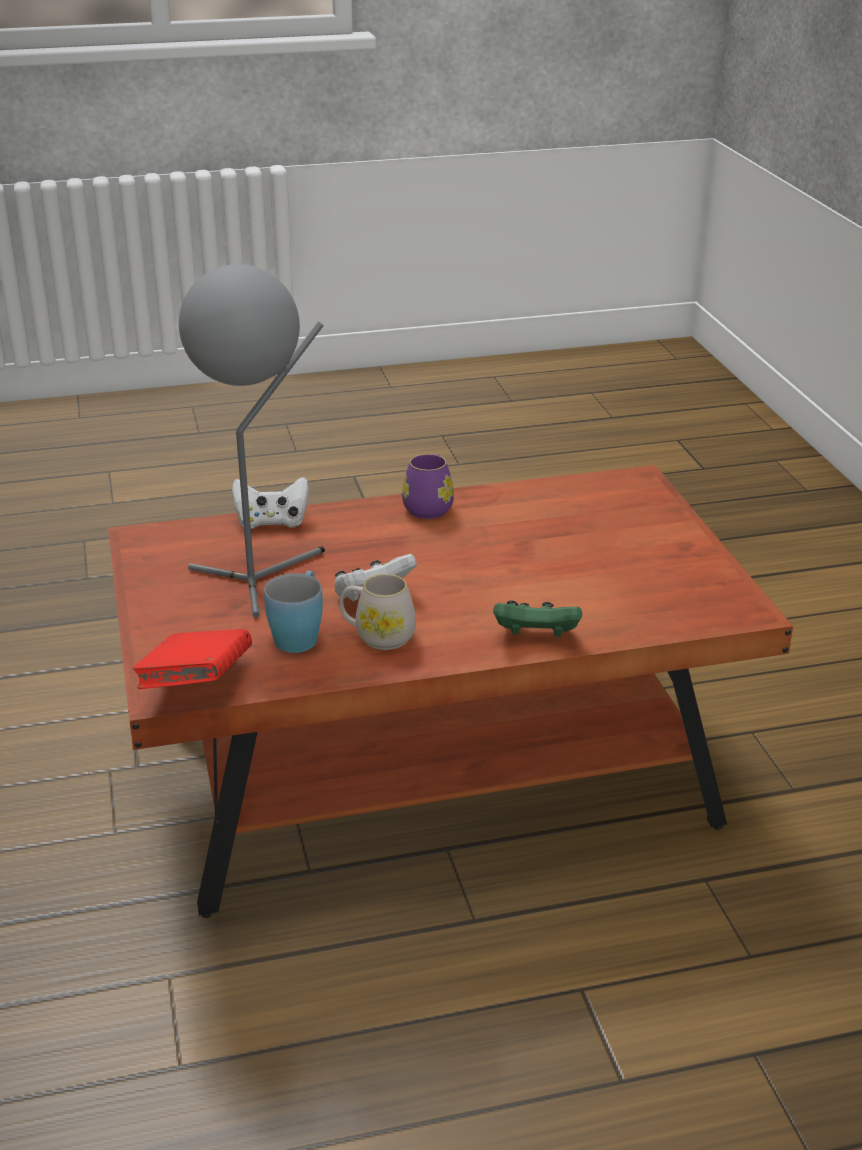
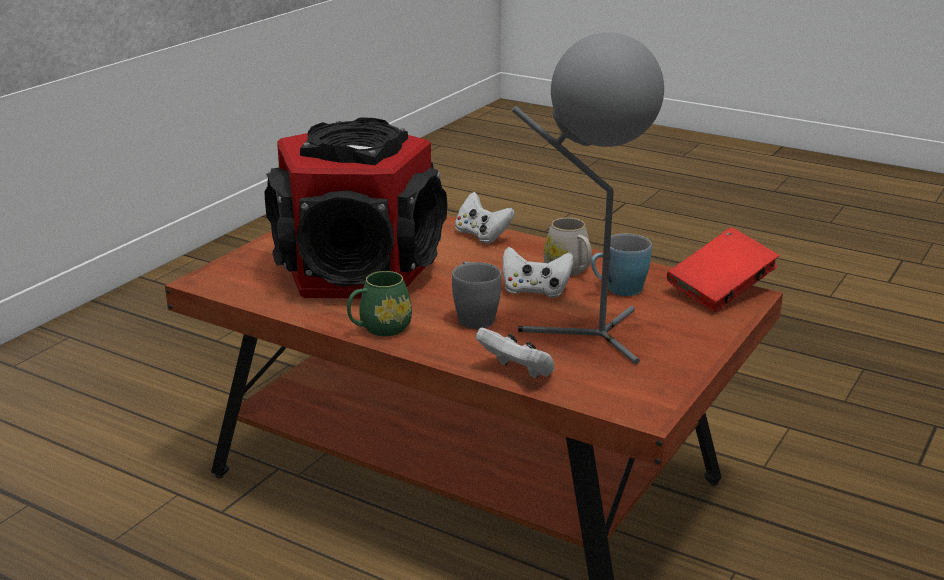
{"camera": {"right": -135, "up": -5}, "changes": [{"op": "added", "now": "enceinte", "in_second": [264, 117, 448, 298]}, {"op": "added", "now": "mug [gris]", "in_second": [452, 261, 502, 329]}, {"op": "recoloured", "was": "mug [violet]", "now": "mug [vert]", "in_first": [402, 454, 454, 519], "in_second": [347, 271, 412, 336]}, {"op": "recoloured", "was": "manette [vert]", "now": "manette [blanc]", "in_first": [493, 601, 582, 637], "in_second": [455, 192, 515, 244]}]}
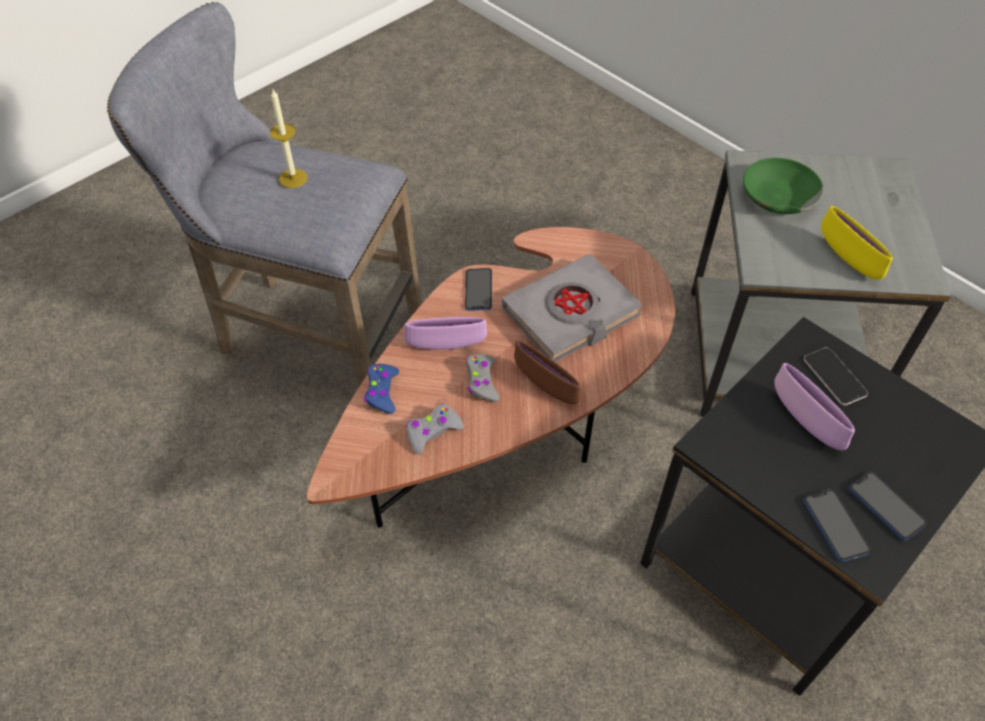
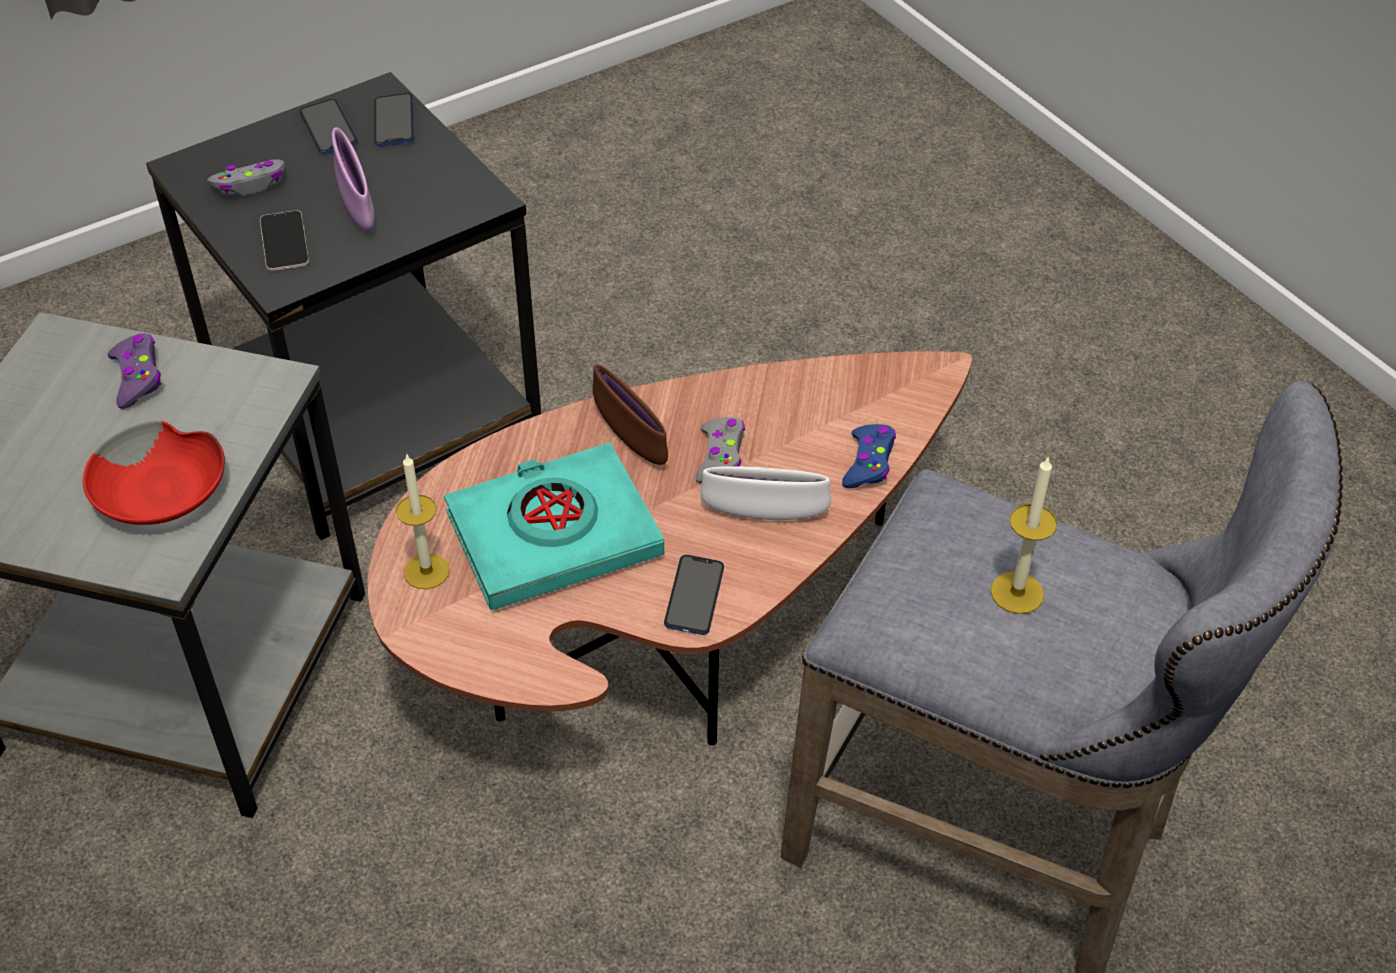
{"camera": {"right": -170, "up": -5}, "changes": [{"op": "added", "now": "bougie", "in_second": [396, 453, 450, 589]}, {"op": "moved", "was": "manette [gris]", "in_first": [406, 404, 464, 454], "in_second": [207, 159, 285, 195]}, {"op": "replaced", "was": "bol [jaune]", "now": "manette [violet]", "in_first": [821, 206, 893, 280], "in_second": [108, 333, 161, 409]}, {"op": "recoloured", "was": "bol [violet]", "now": "bol [blanc]", "in_first": [404, 317, 487, 350], "in_second": [701, 466, 831, 520]}, {"op": "recoloured", "was": "livre [gris]", "now": "livre [turquoise]", "in_first": [502, 254, 642, 362], "in_second": [444, 442, 664, 610]}, {"op": "recoloured", "was": "bol [vert]", "now": "bol [rouge]", "in_first": [743, 158, 824, 214], "in_second": [83, 420, 225, 525]}]}
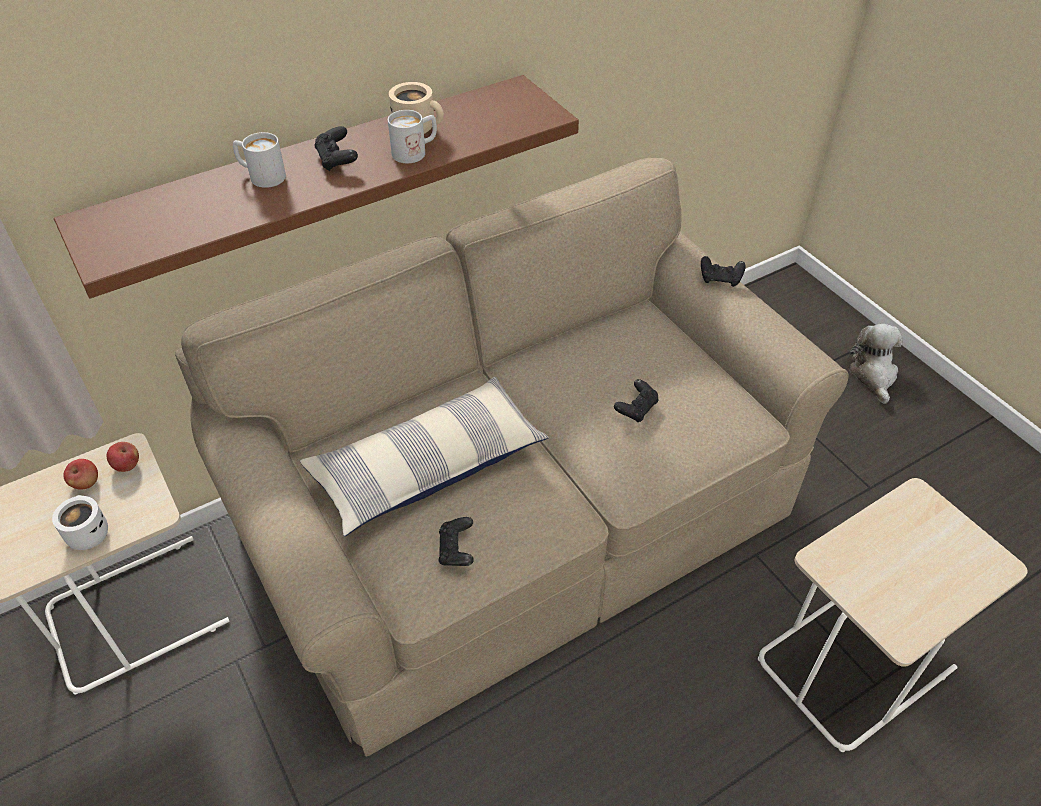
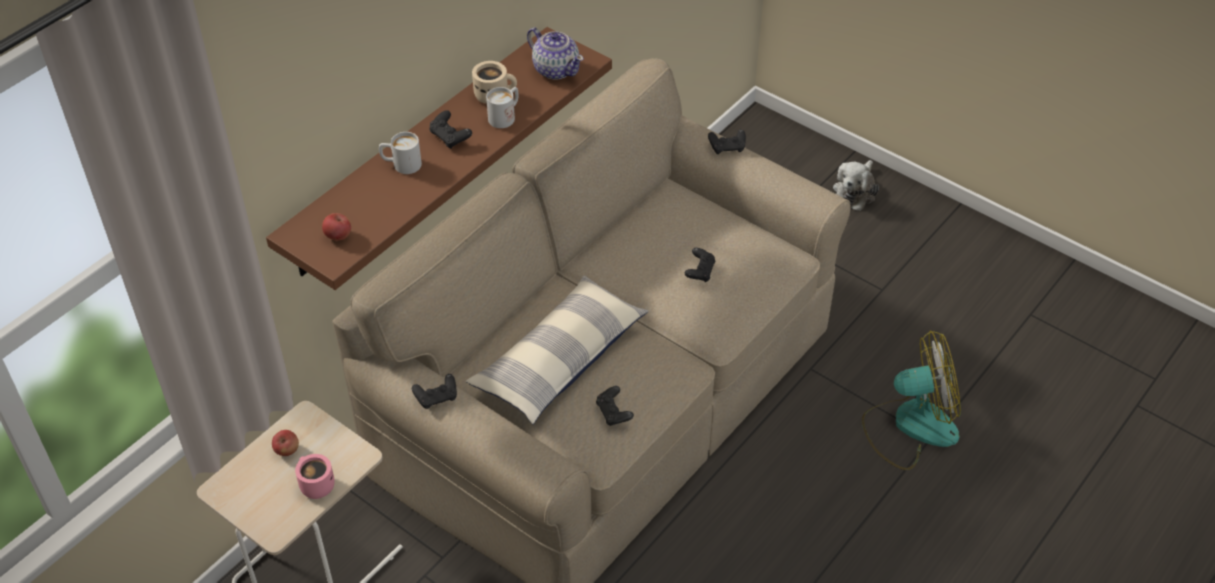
{"camera": {"right": -20, "up": 0}, "changes": [{"op": "added", "now": "manette [noir]", "in_second": [412, 374, 457, 409]}, {"op": "added", "now": "théière", "in_second": [527, 28, 584, 79]}, {"op": "moved", "was": "pomme", "in_first": [107, 442, 139, 472], "in_second": [322, 213, 351, 241]}, {"op": "replaced", "was": "table d'appoint [beige]", "now": "ventilateur", "in_first": [758, 478, 1028, 752], "in_second": [862, 331, 961, 470]}, {"op": "recoloured", "was": "mug [blanc]", "now": "mug [rose]", "in_first": [52, 495, 108, 550], "in_second": [295, 454, 335, 499]}, {"op": "turned", "was": "peluche", "in_first": [850, 324, 903, 404], "in_second": [833, 160, 879, 211], "clockwise": -135}]}
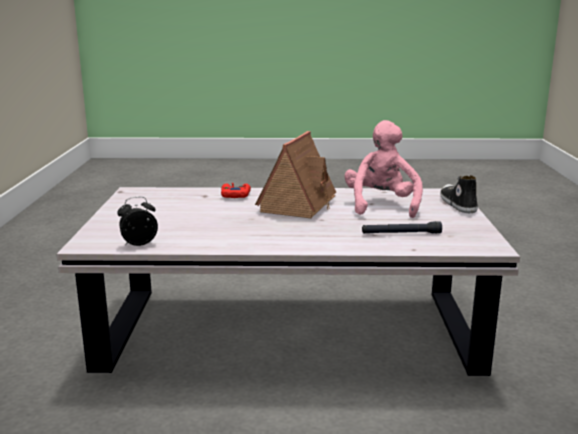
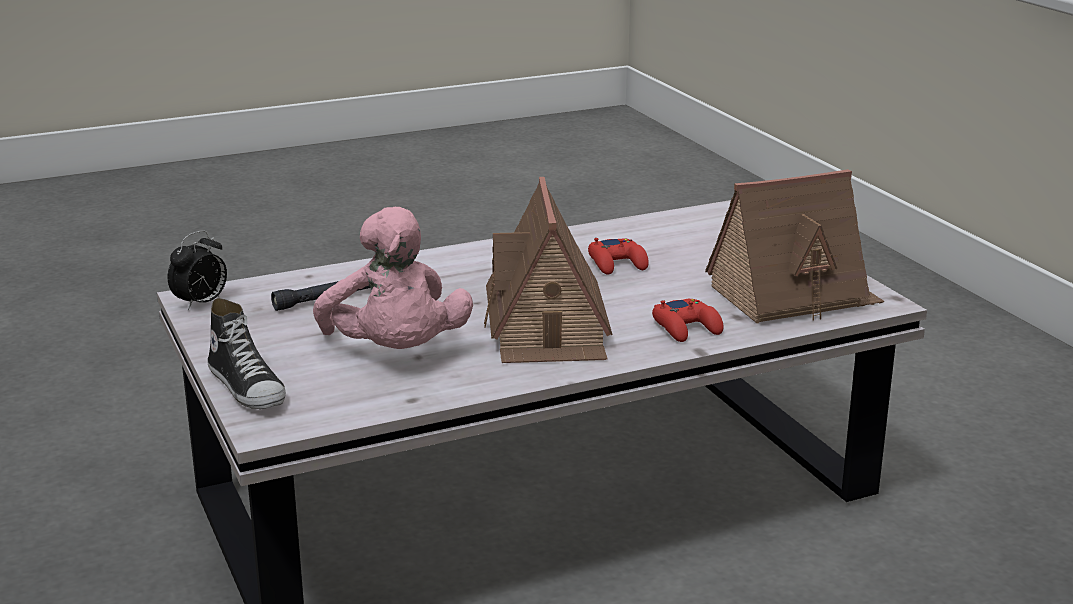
{"camera": {"right": 155, "up": 5}, "changes": [{"op": "added", "now": "manette [rouge]", "in_second": [588, 238, 649, 275]}, {"op": "added", "now": "maison miniature", "in_second": [705, 169, 884, 323]}, {"op": "moved", "was": "réveil", "in_first": [117, 197, 158, 246], "in_second": [167, 230, 227, 311]}]}
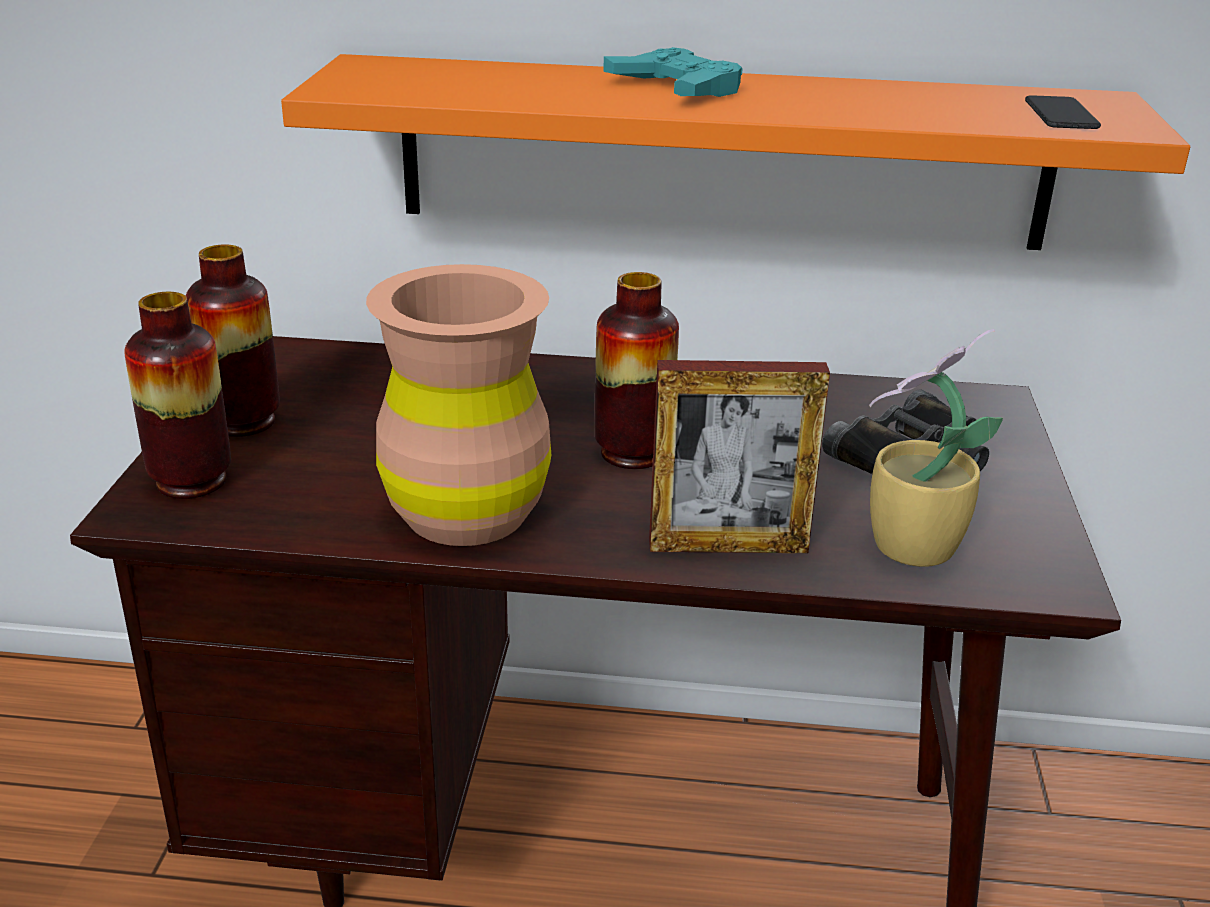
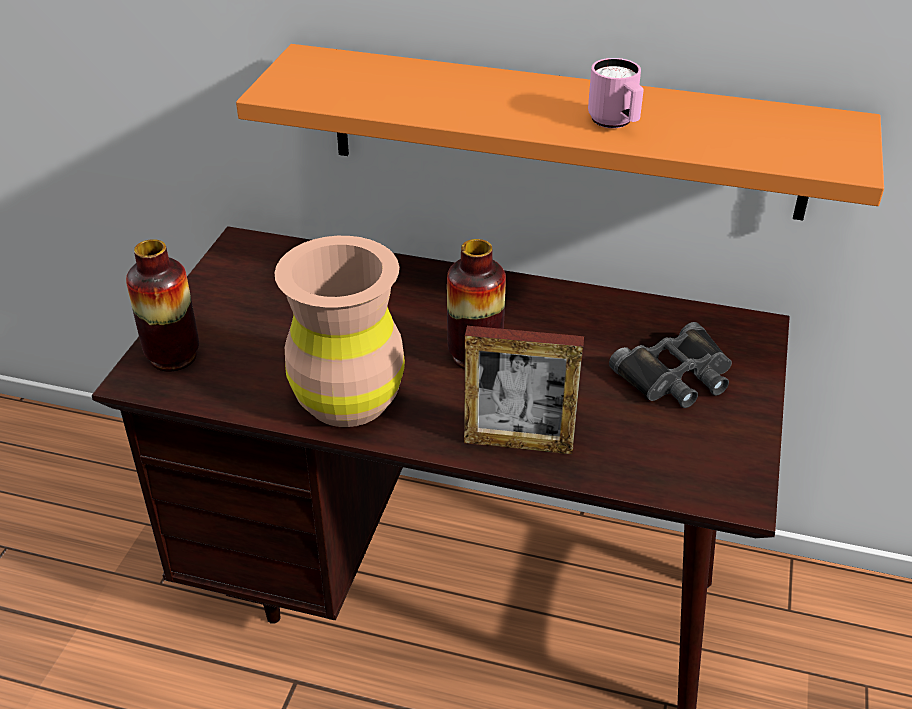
{"camera": {"right": 10, "up": 10}, "changes": [{"op": "removed", "was": "vase", "in_first": [186, 244, 280, 437]}, {"op": "removed", "was": "manette [turquoise]", "in_first": [603, 47, 743, 97]}, {"op": "removed", "was": "plante en pot", "in_first": [869, 329, 1003, 567]}, {"op": "removed", "was": "téléphone", "in_first": [1025, 95, 1101, 129]}, {"op": "added", "now": "mug [rose]", "in_second": [588, 58, 644, 128]}]}
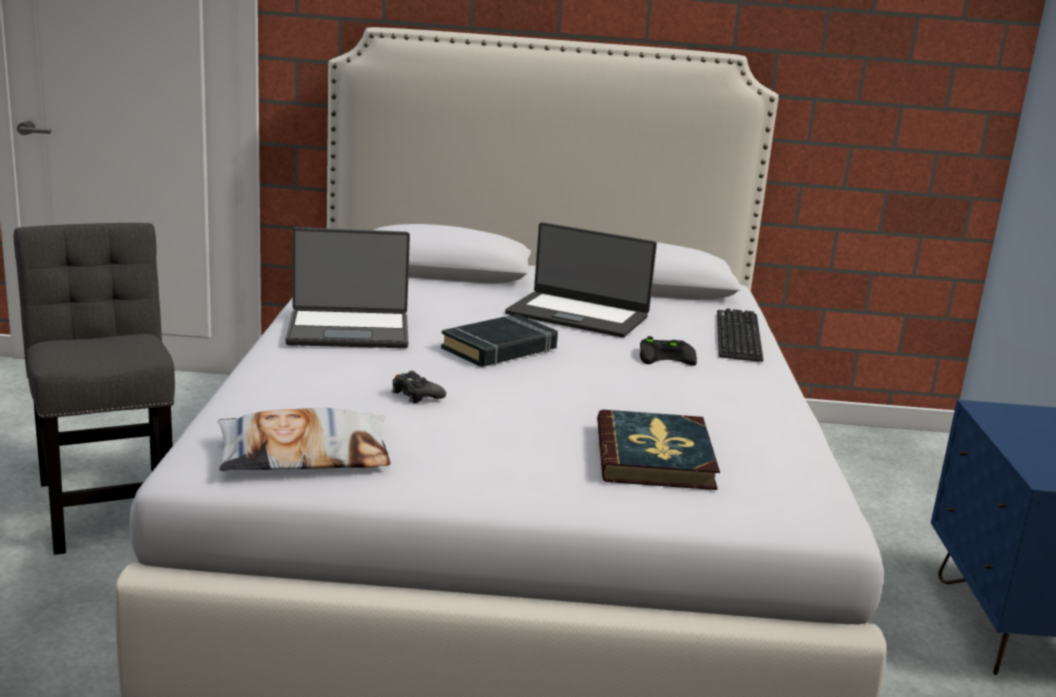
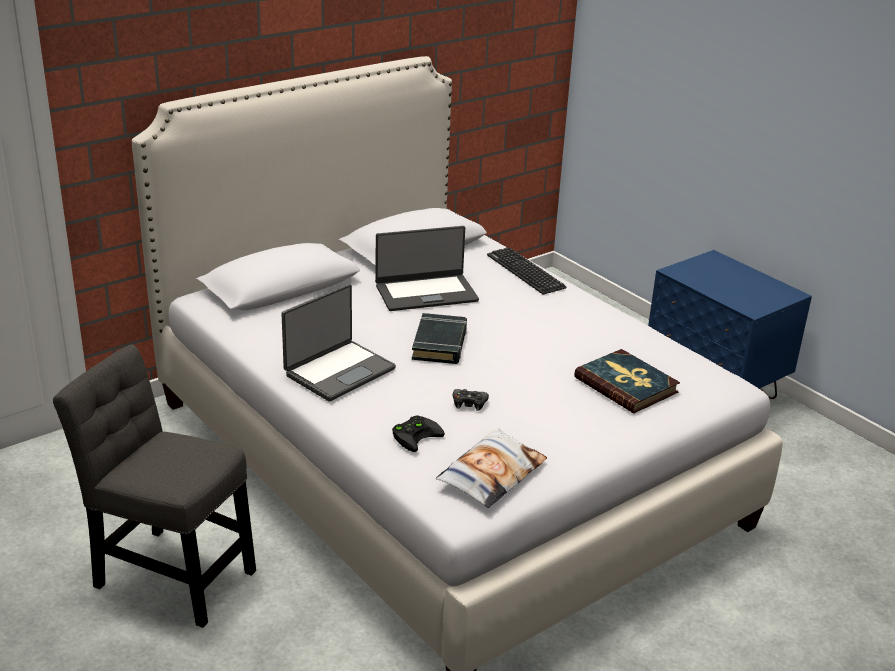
{"camera": {"right": -40, "up": 10}, "changes": [{"op": "moved", "was": "manette [noir]", "in_first": [640, 336, 697, 366], "in_second": [392, 415, 445, 452]}]}
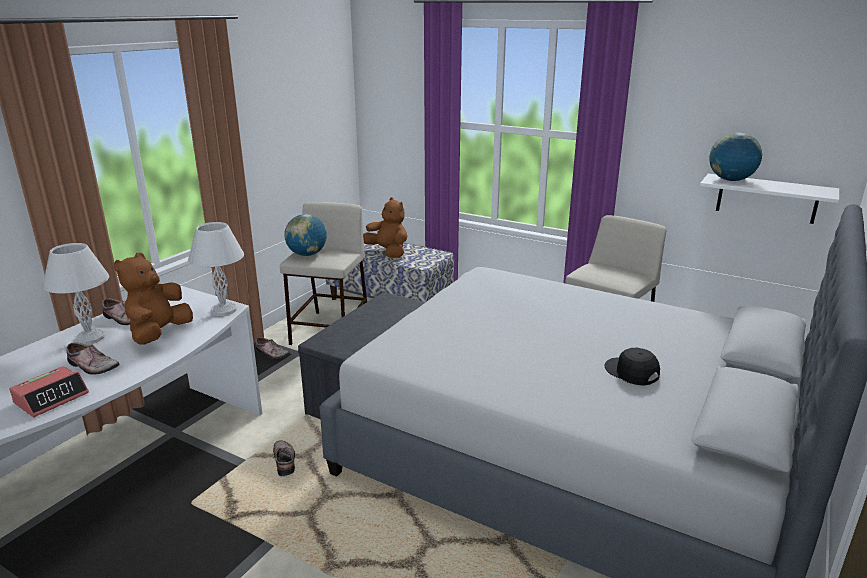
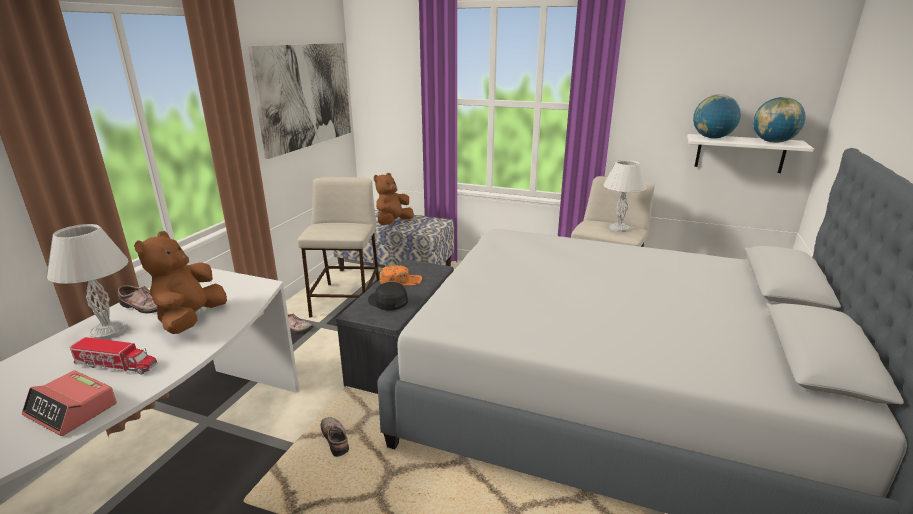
{"camera": {"right": -10, "up": 0}, "changes": [{"op": "added", "now": "tableau", "in_second": [248, 43, 351, 159]}, {"op": "added", "now": "casquette [orange]", "in_second": [380, 265, 422, 286]}, {"op": "moved", "was": "lampe de table [blanc]", "in_first": [188, 222, 244, 316], "in_second": [603, 160, 646, 232]}, {"op": "moved", "was": "globe", "in_first": [284, 214, 327, 256], "in_second": [753, 97, 806, 143]}, {"op": "moved", "was": "casquette [noir]", "in_first": [605, 348, 660, 386], "in_second": [368, 282, 408, 311]}, {"op": "replaced", "was": "chaussure", "now": "camion jouet", "in_first": [66, 342, 120, 375], "in_second": [70, 337, 157, 375]}, {"op": "turned", "was": "réveil", "in_first": [9, 366, 89, 417], "in_second": [22, 370, 117, 436], "clockwise": 90}, {"op": "turned", "was": "peluche [marron]", "in_first": [363, 197, 407, 258], "in_second": [374, 173, 414, 225], "clockwise": -90}]}
